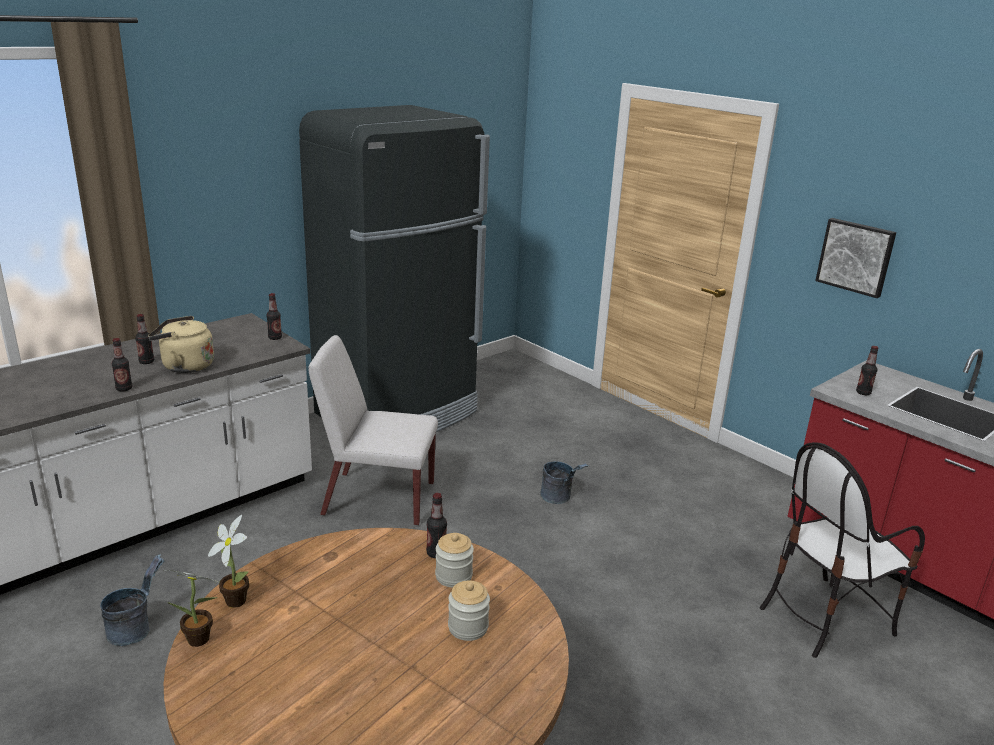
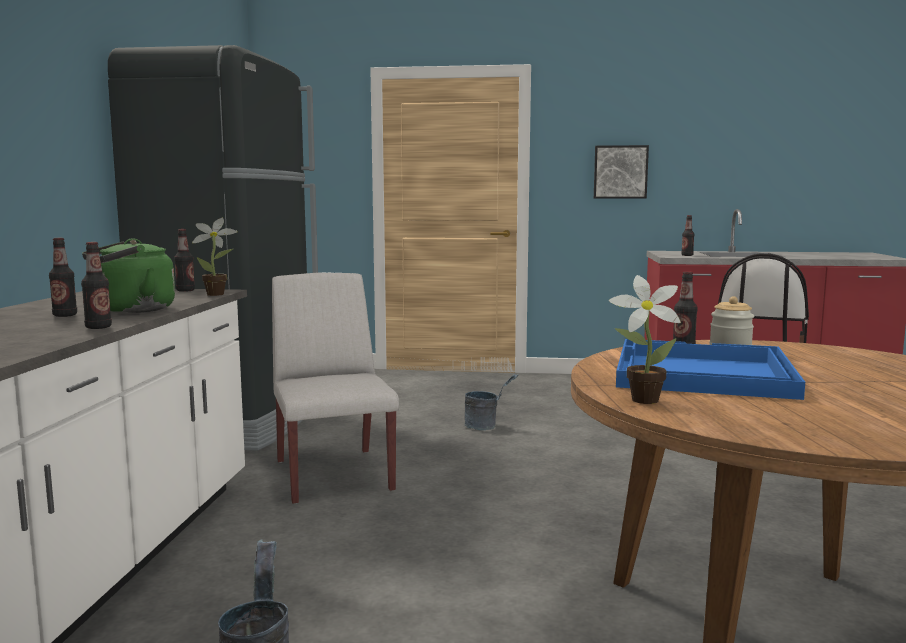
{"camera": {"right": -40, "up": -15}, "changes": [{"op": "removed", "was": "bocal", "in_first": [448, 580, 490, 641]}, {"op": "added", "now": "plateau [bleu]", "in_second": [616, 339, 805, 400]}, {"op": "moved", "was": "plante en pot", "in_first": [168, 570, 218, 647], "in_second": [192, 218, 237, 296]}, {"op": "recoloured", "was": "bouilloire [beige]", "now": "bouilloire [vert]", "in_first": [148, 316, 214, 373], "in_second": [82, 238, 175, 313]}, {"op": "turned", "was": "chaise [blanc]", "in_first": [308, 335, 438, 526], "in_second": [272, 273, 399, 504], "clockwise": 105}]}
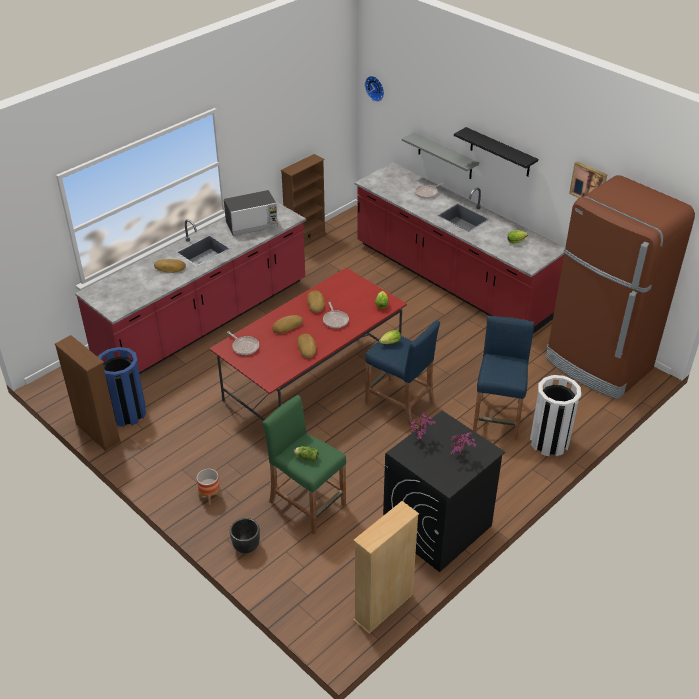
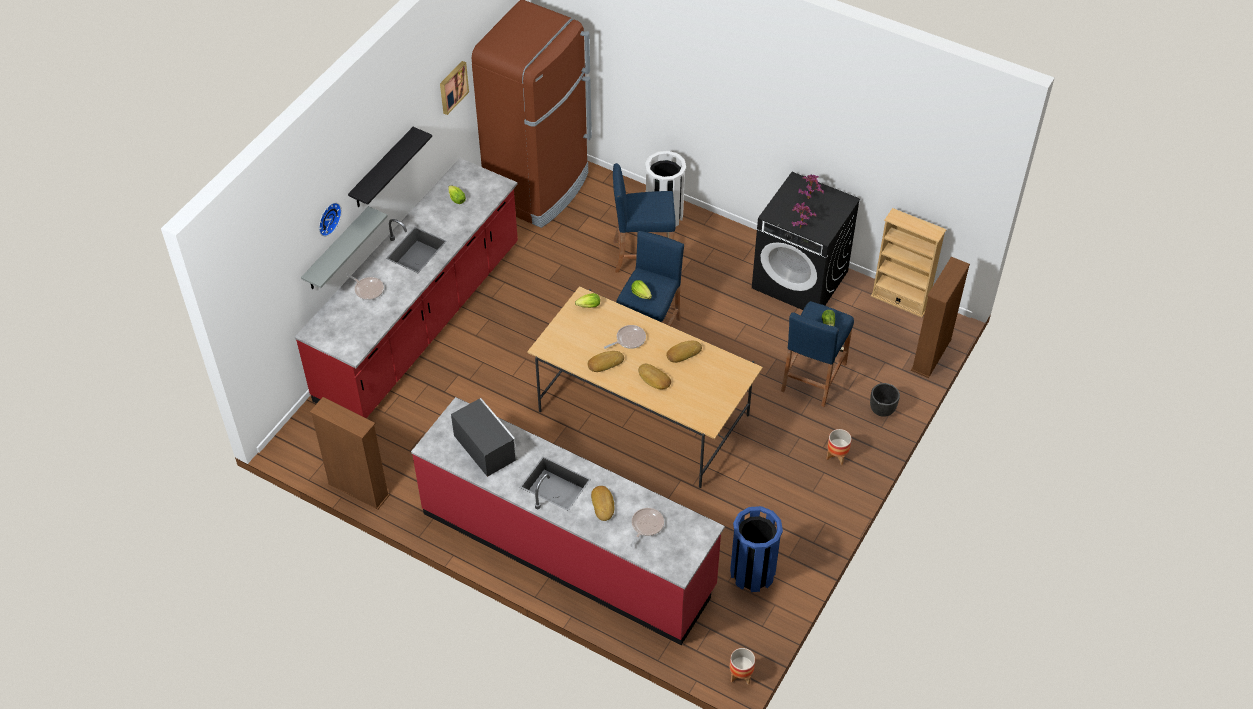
{"camera": {"right": -105, "up": 10}, "changes": [{"op": "added", "now": "cache-pot", "in_second": [730, 648, 755, 685]}, {"op": "moved", "was": "bibliothèque [marron]", "in_first": [55, 335, 122, 452], "in_second": [911, 257, 970, 378]}, {"op": "moved", "was": "poêle", "in_first": [227, 331, 259, 355], "in_second": [630, 508, 664, 547]}, {"op": "moved", "was": "horloge murale", "in_first": [365, 76, 384, 102], "in_second": [319, 203, 342, 236]}, {"op": "recoloured", "was": "table à manger [rouge]", "now": "table à manger [beige]", "in_first": [209, 268, 407, 421], "in_second": [527, 286, 763, 488]}, {"op": "recoloured", "was": "tabouret [vert]", "now": "tabouret [bleu]", "in_first": [263, 395, 346, 534], "in_second": [781, 301, 854, 407]}]}
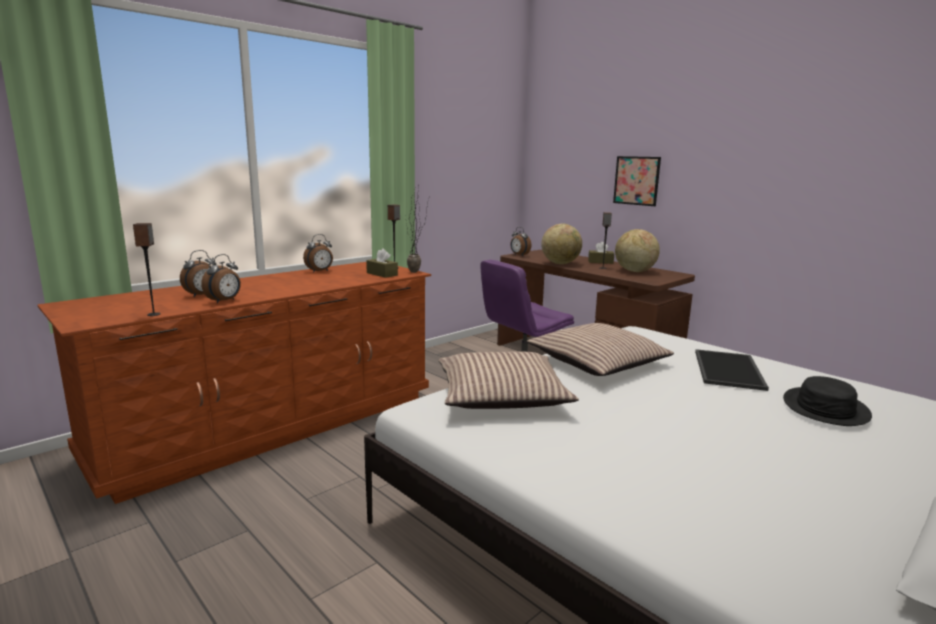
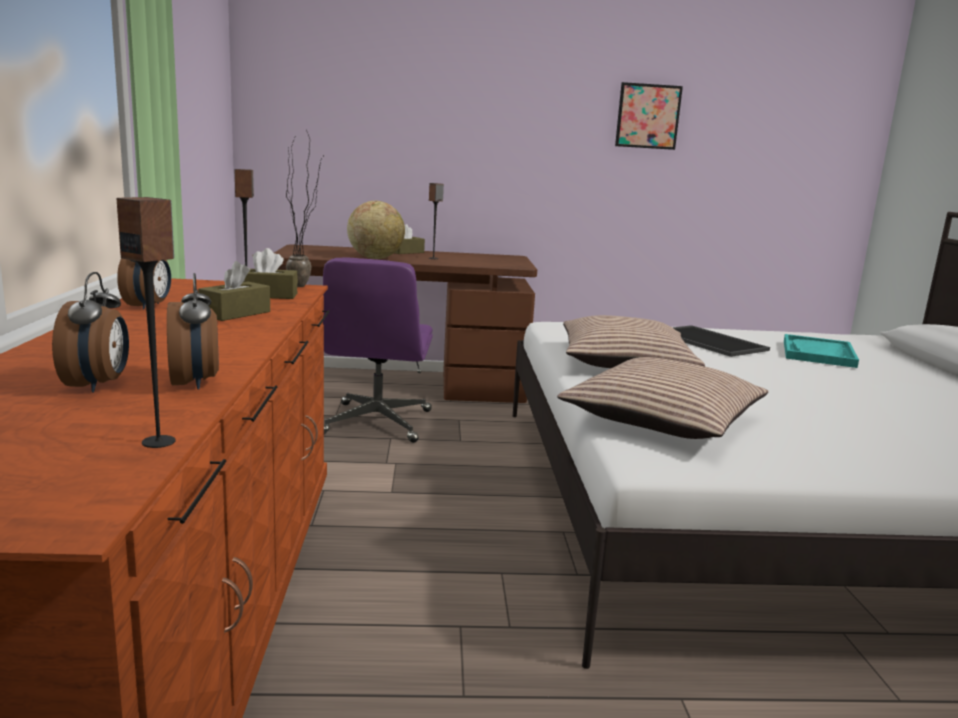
{"camera": {"right": -50, "up": 0}, "changes": [{"op": "removed", "was": "réveil", "in_first": [510, 227, 531, 256]}, {"op": "removed", "was": "globe", "in_first": [615, 229, 660, 272]}, {"op": "added", "now": "boîte à mouchoirs [marron]", "in_second": [198, 261, 270, 321]}, {"op": "moved", "was": "tableau", "in_first": [613, 156, 661, 206], "in_second": [615, 82, 683, 150]}, {"op": "replaced", "was": "chapeau [noir]", "now": "plateau [turquoise]", "in_first": [783, 376, 872, 426], "in_second": [784, 334, 859, 368]}]}
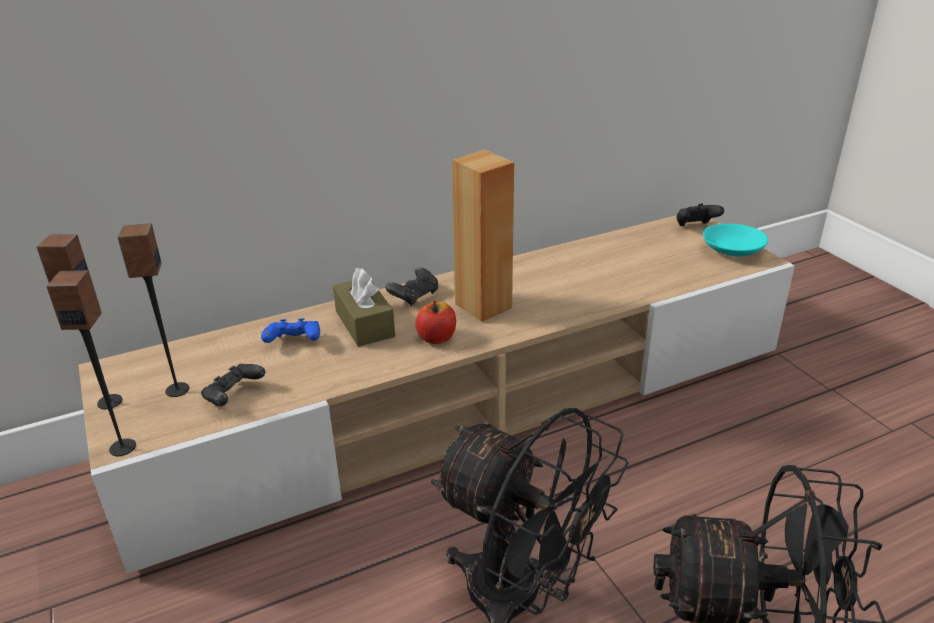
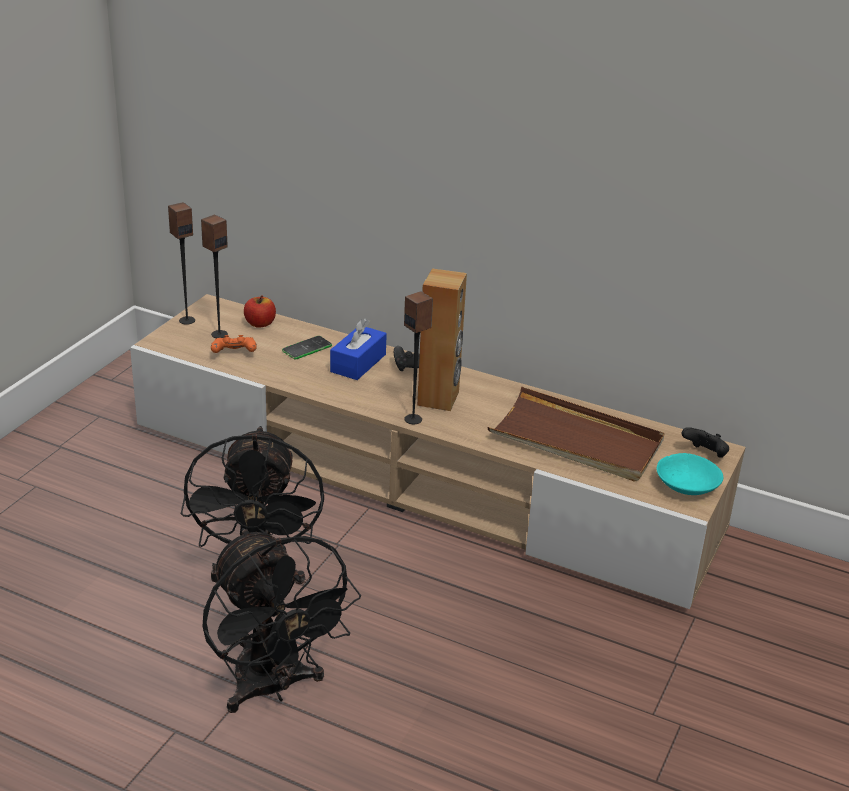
{"camera": {"right": 50, "up": 0}, "changes": [{"op": "added", "now": "plateau [marron]", "in_second": [488, 387, 665, 481]}, {"op": "moved", "was": "enceinte", "in_first": [47, 270, 136, 456], "in_second": [404, 291, 433, 424]}, {"op": "moved", "was": "pomme", "in_first": [415, 301, 456, 344], "in_second": [244, 296, 276, 328]}, {"op": "replaced", "was": "manette [bleu]", "now": "téléphone", "in_first": [261, 318, 320, 343], "in_second": [282, 336, 332, 359]}, {"op": "recoloured", "was": "manette [noir]", "now": "manette [orange]", "in_first": [201, 363, 265, 406], "in_second": [211, 335, 257, 353]}, {"op": "recoloured", "was": "boîte à mouchoirs [marron]", "now": "boîte à mouchoirs [bleu]", "in_first": [333, 268, 395, 347], "in_second": [330, 318, 387, 380]}]}
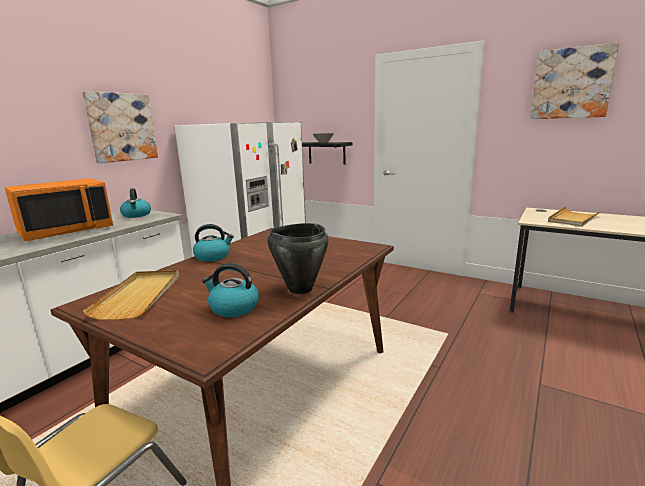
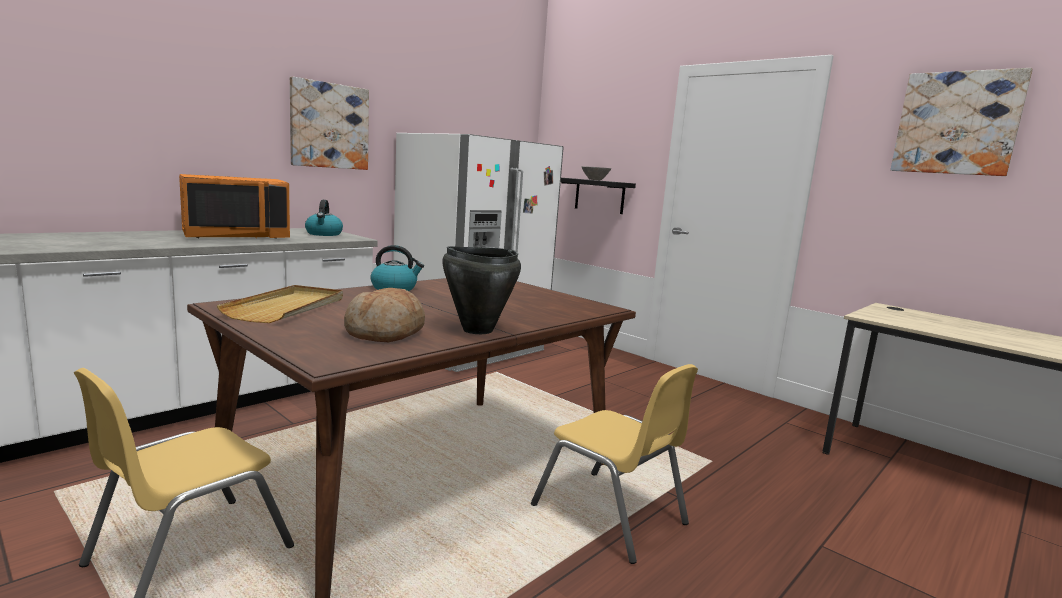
{"camera": {"right": 10, "up": -5}, "changes": [{"op": "removed", "was": "plateau [beige]", "in_first": [548, 206, 602, 227]}, {"op": "added", "now": "chaise [jaune]", "in_second": [531, 364, 698, 564]}, {"op": "replaced", "was": "bouilloire", "now": "pain", "in_first": [202, 263, 259, 317], "in_second": [344, 288, 425, 342]}]}
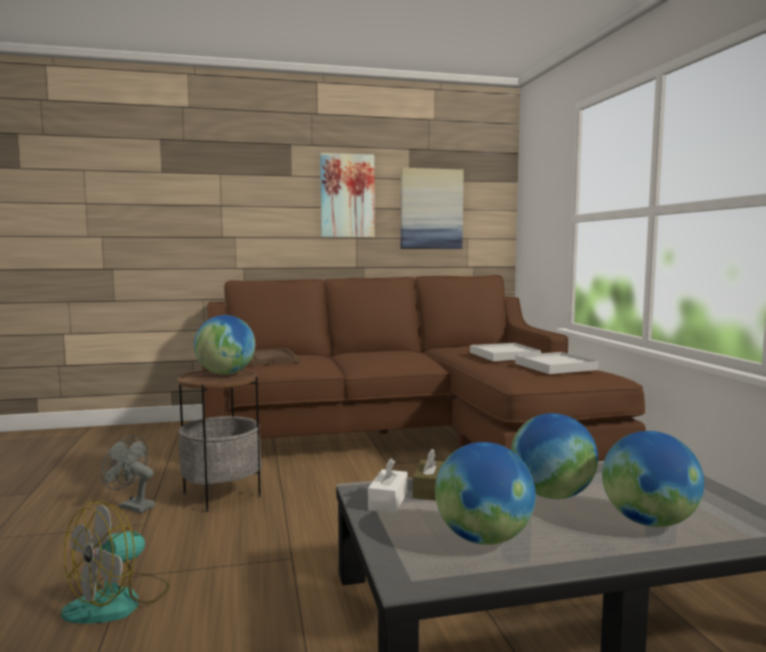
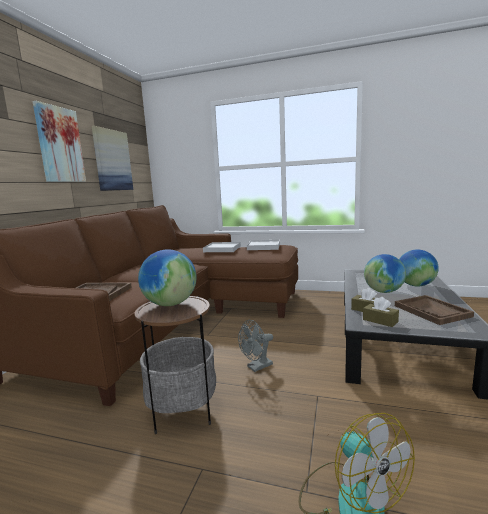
{"camera": {"right": -60, "up": 5}, "changes": [{"op": "moved", "was": "ventilateur [gris]", "in_first": [101, 436, 155, 513], "in_second": [238, 320, 273, 372]}, {"op": "replaced", "was": "globe", "now": "plateau [marron]", "in_first": [435, 442, 536, 545], "in_second": [395, 295, 474, 325]}, {"op": "recoloured", "was": "boîte à mouchoirs [blanc]", "now": "boîte à mouchoirs [marron]", "in_first": [368, 458, 408, 513], "in_second": [363, 297, 399, 327]}]}
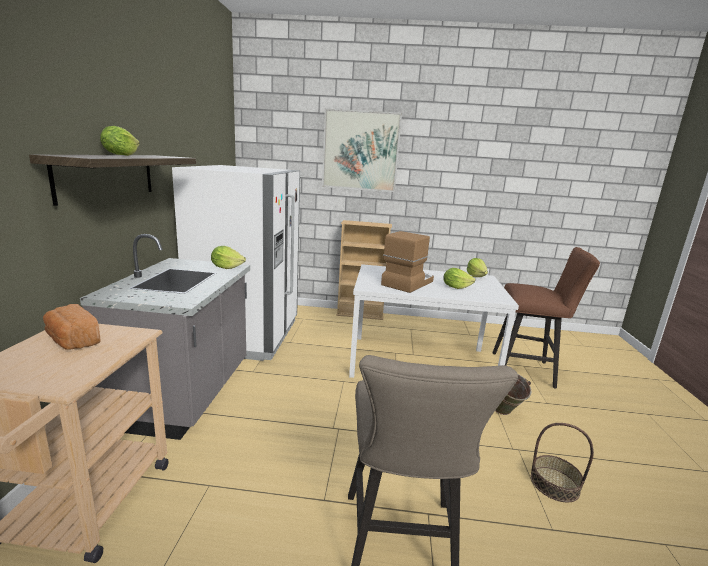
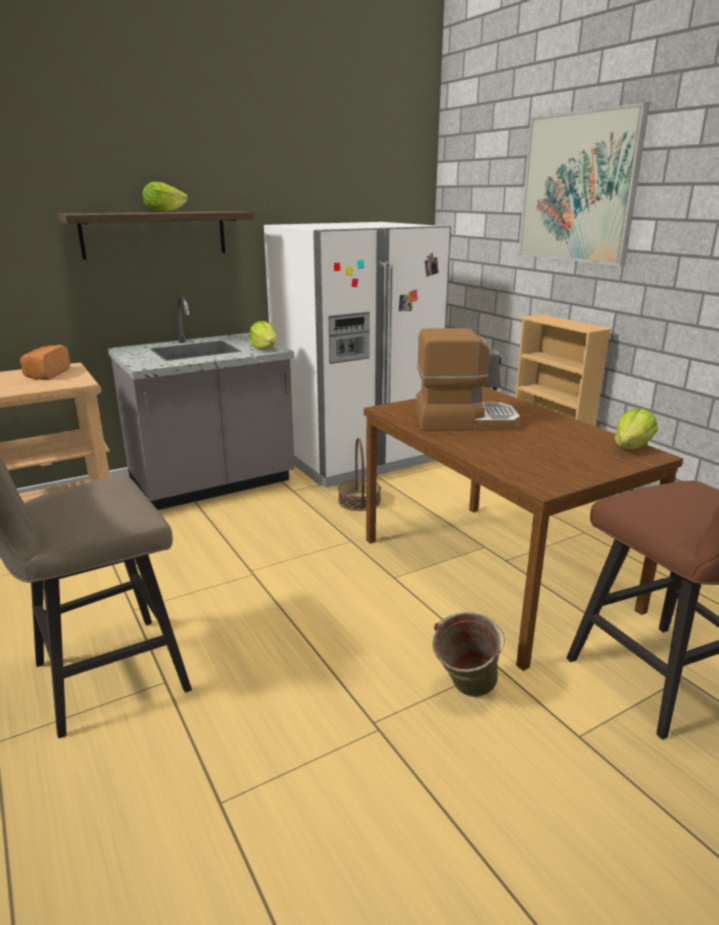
{"camera": {"right": 55, "up": 5}, "changes": [{"op": "removed", "was": "laitue", "in_first": [443, 268, 476, 289]}, {"op": "moved", "was": "panier", "in_first": [531, 423, 594, 503], "in_second": [338, 438, 381, 511]}, {"op": "recoloured", "was": "table à manger [blanc]", "now": "table à manger [marron]", "in_first": [349, 264, 519, 378], "in_second": [364, 386, 683, 671]}]}
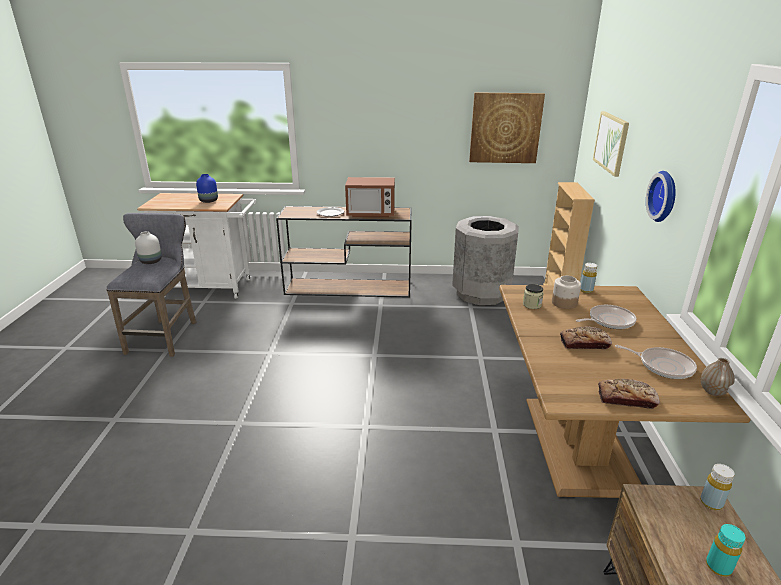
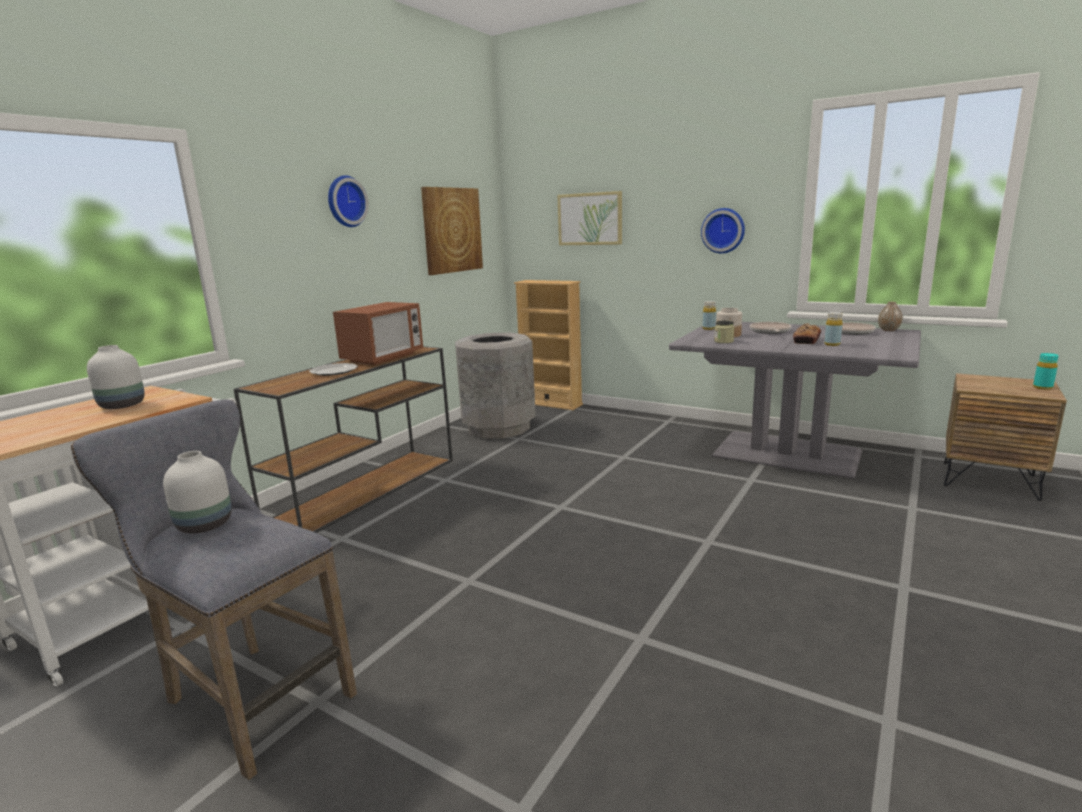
{"camera": {"right": -60, "up": -10}, "changes": [{"op": "removed", "was": "pain", "in_first": [598, 379, 660, 409]}, {"op": "added", "now": "horloge murale", "in_second": [328, 175, 369, 227]}, {"op": "moved", "was": "bouteille [jaune]", "in_first": [700, 464, 734, 510], "in_second": [824, 312, 843, 346]}, {"op": "recoloured", "was": "vase [bleu]", "now": "vase [blanc]", "in_first": [196, 174, 218, 203], "in_second": [87, 345, 145, 409]}, {"op": "recoloured", "was": "table à manger [marron]", "now": "table à manger [gris]", "in_first": [499, 285, 751, 498], "in_second": [669, 322, 921, 479]}]}
